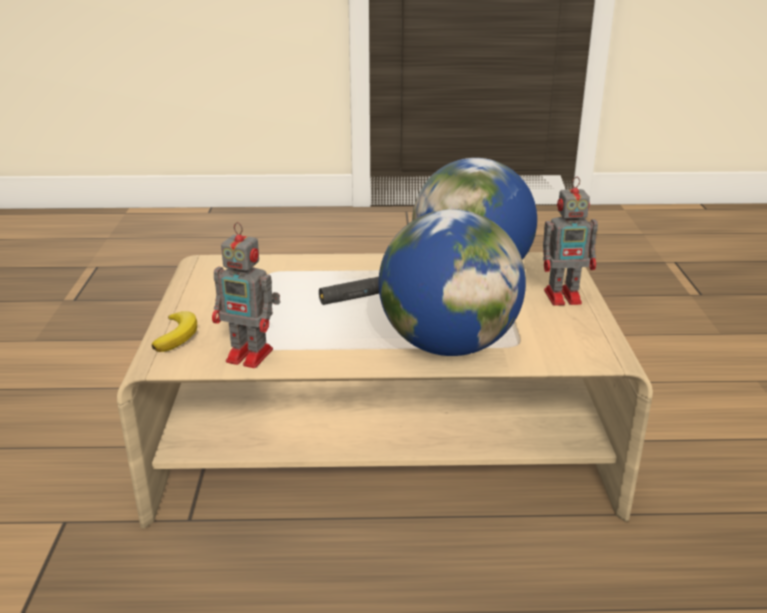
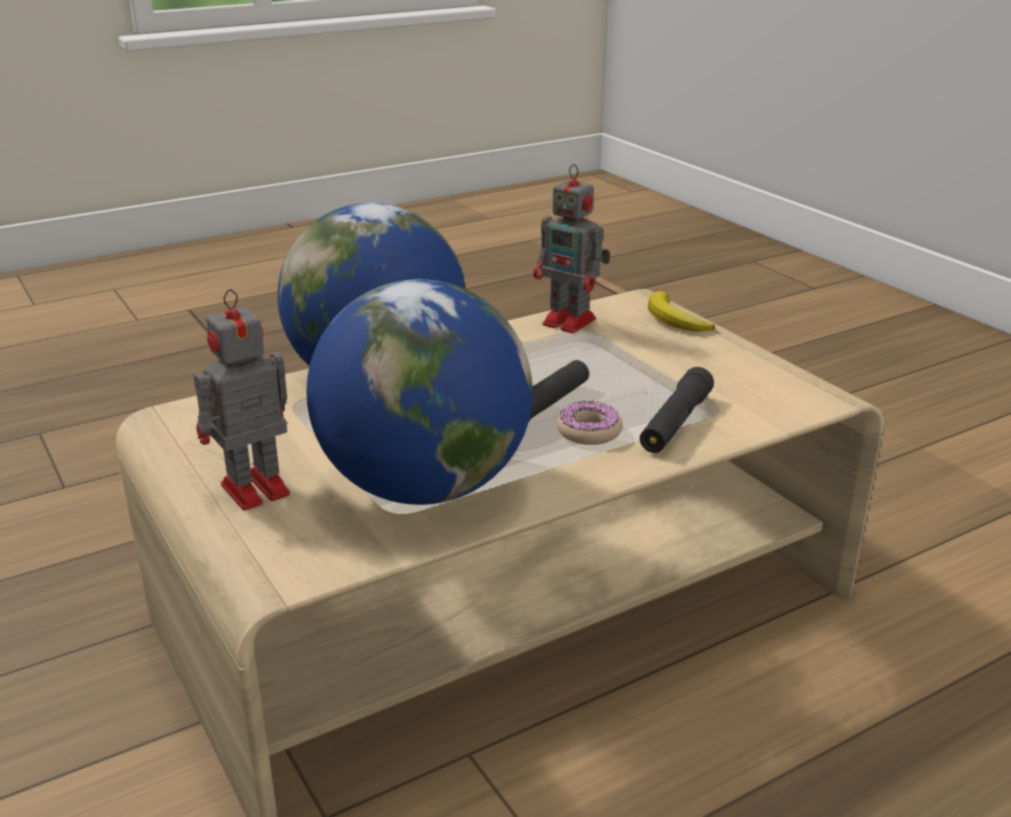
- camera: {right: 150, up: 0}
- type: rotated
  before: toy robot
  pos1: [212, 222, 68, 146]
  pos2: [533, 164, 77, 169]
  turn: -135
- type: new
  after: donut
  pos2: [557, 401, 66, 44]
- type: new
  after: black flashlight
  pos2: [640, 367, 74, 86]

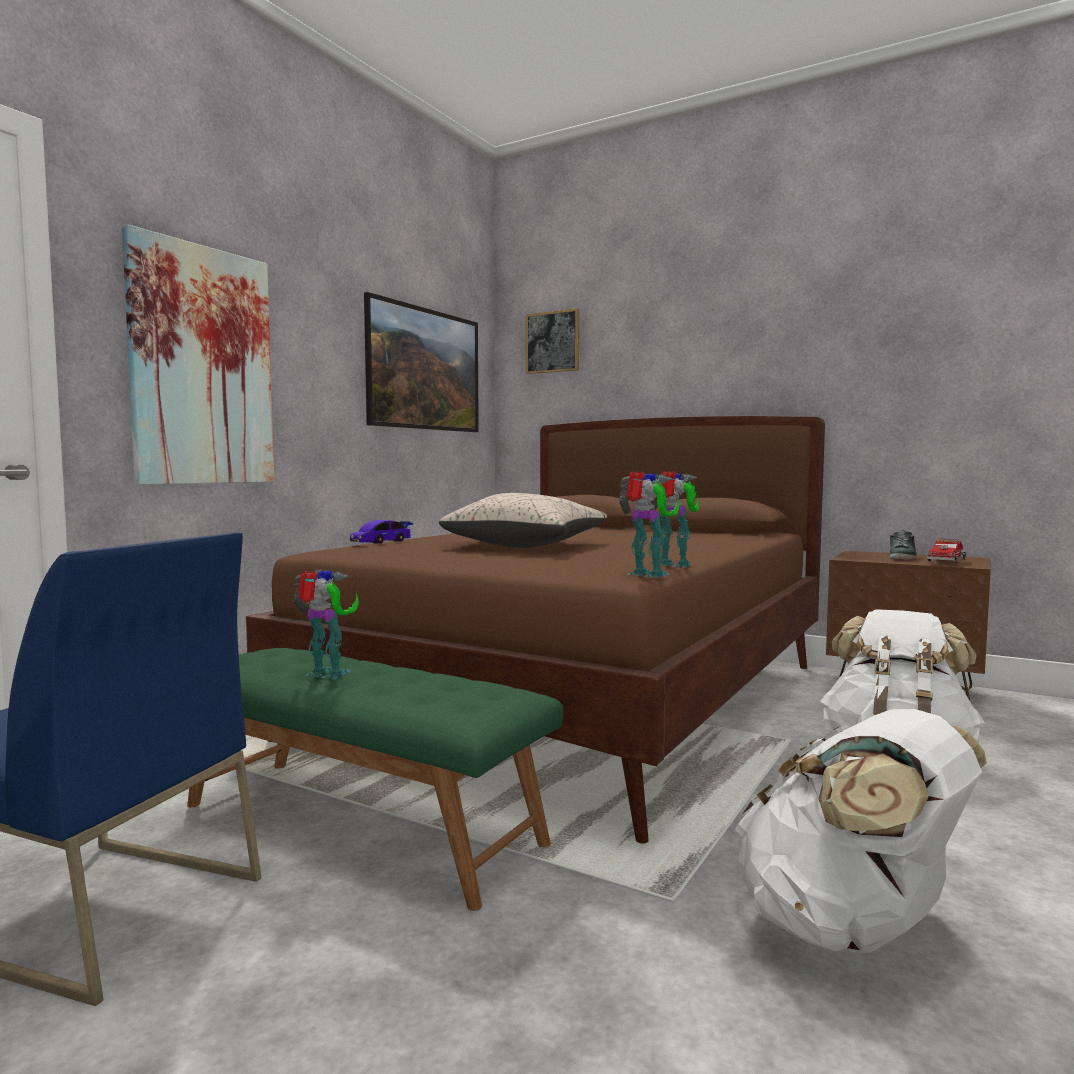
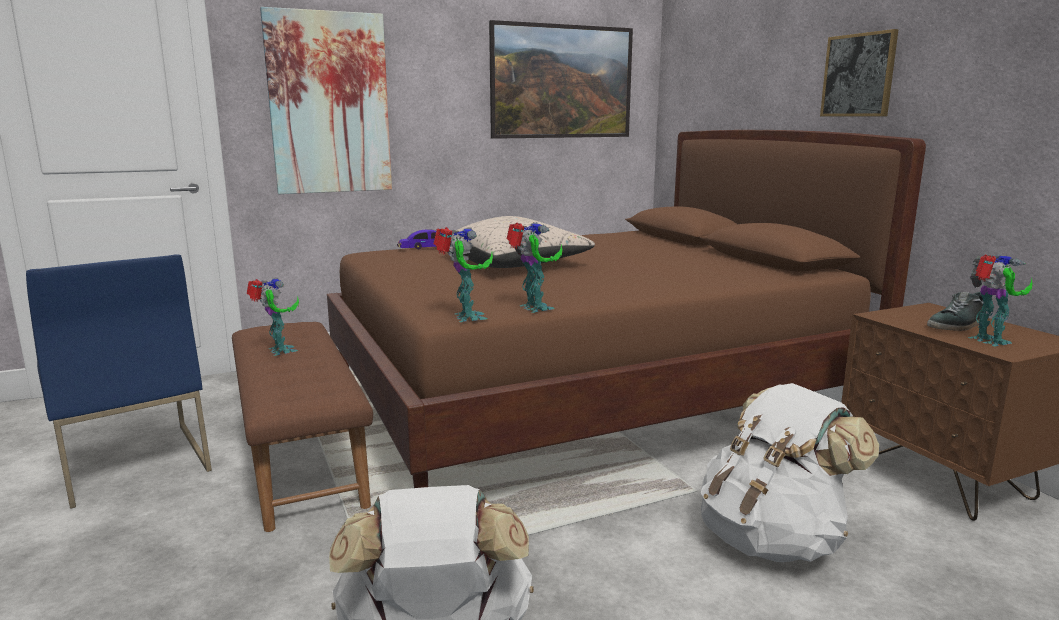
- camera: {right: 35, up: 10}
- type: repainted
  before: green bench
  after: brown bench
  pos1: [187, 648, 377, 263]
  pos2: [232, 322, 141, 210]
- type: shifted
  before: picture
  pos1: [526, 309, 53, 65]
  pos2: [820, 29, 79, 87]
- type: swapped
  before: toy truck
  after: toy robot
  pos1: [927, 538, 39, 25]
  pos2: [968, 254, 65, 93]

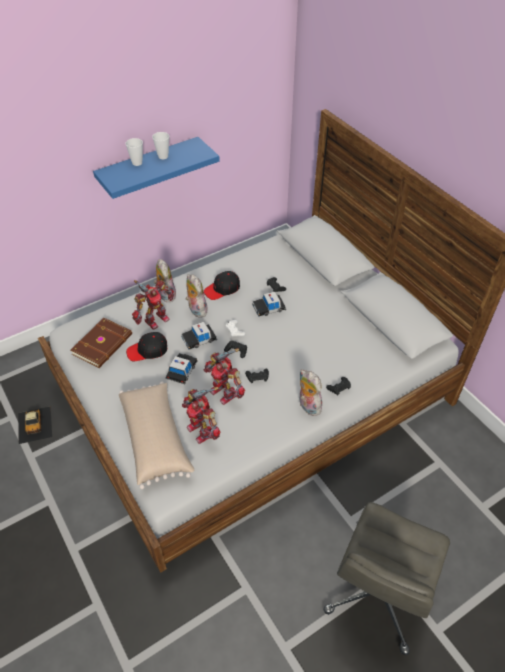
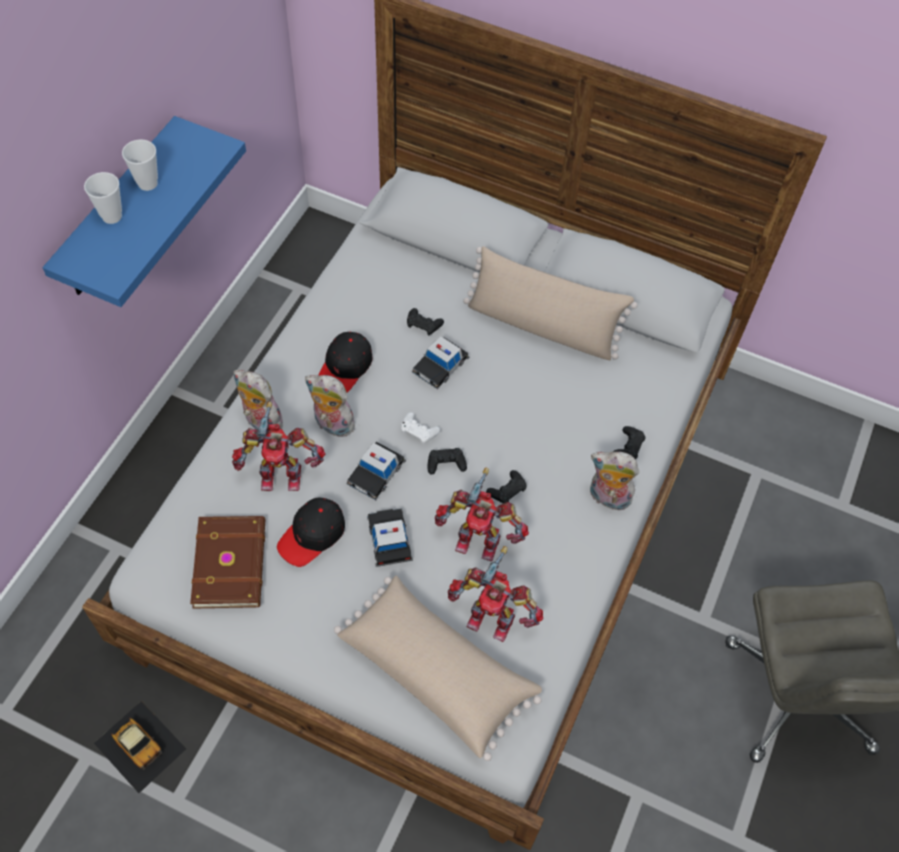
- camera: {right: -35, up: 10}
- type: rotated
  before: toy robot
  pos1: [132, 280, 42, 50]
  pos2: [232, 401, 93, 90]
  turn: 75
- type: new
  after: beige pillow
  pos2: [463, 246, 175, 114]

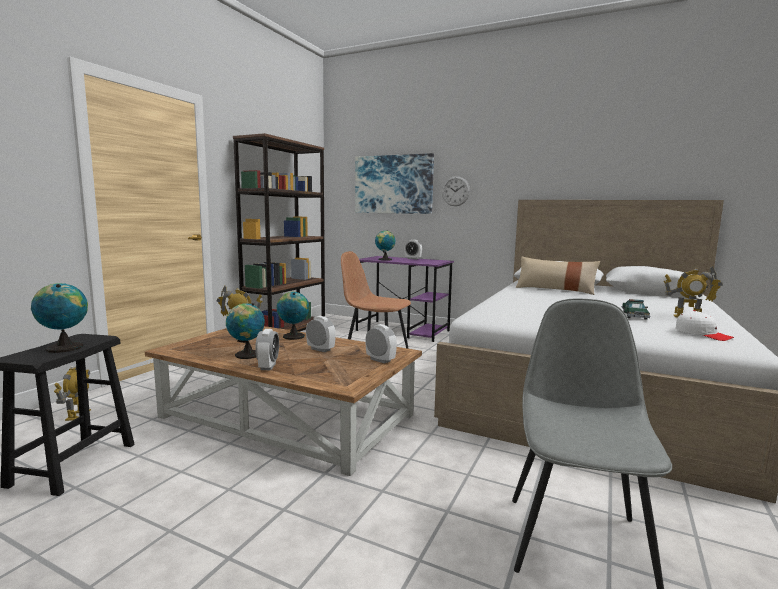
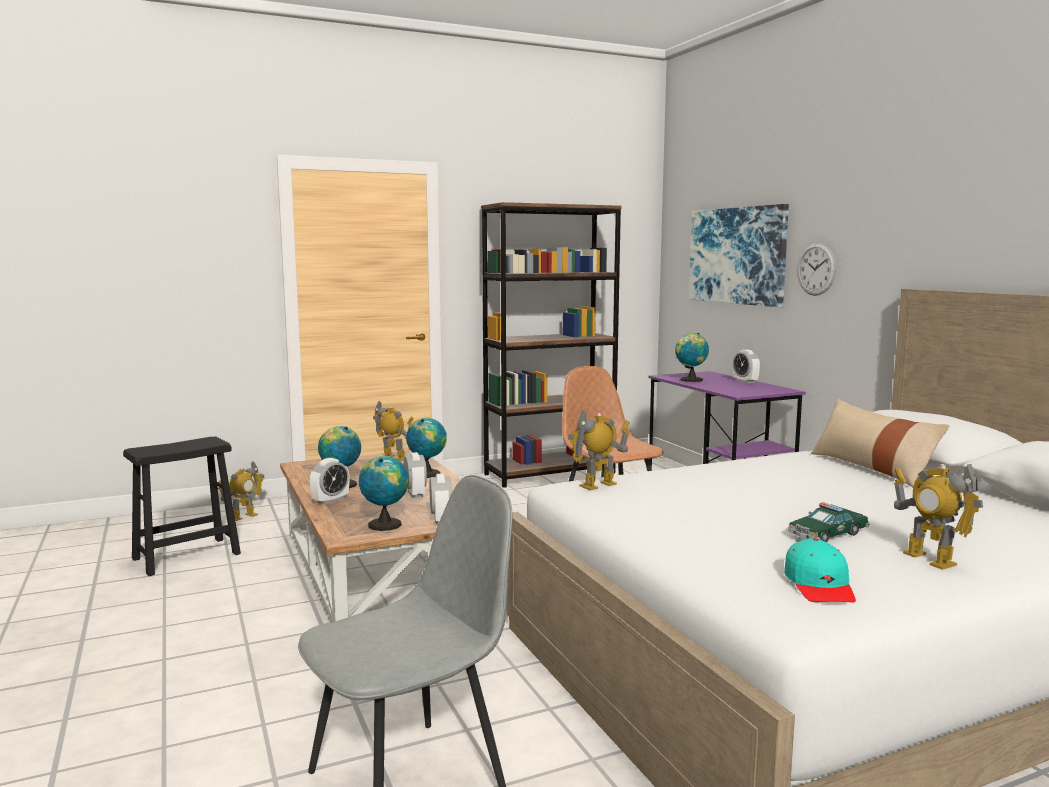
- camera: {right: 40, up: 0}
- type: shifted
  before: globe
  pos1: [31, 283, 57, 70]
  pos2: [359, 456, 50, 75]
- type: repainted
  before: white cap
  after: turquoise cap
  pos1: [675, 310, 59, 31]
  pos2: [784, 538, 72, 65]
- type: new
  after: toy robot
  pos2: [568, 410, 63, 80]

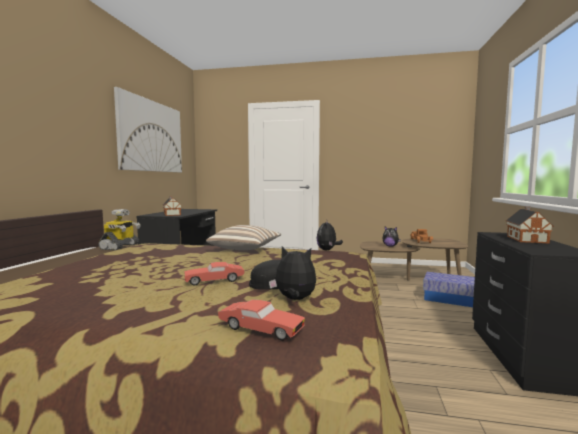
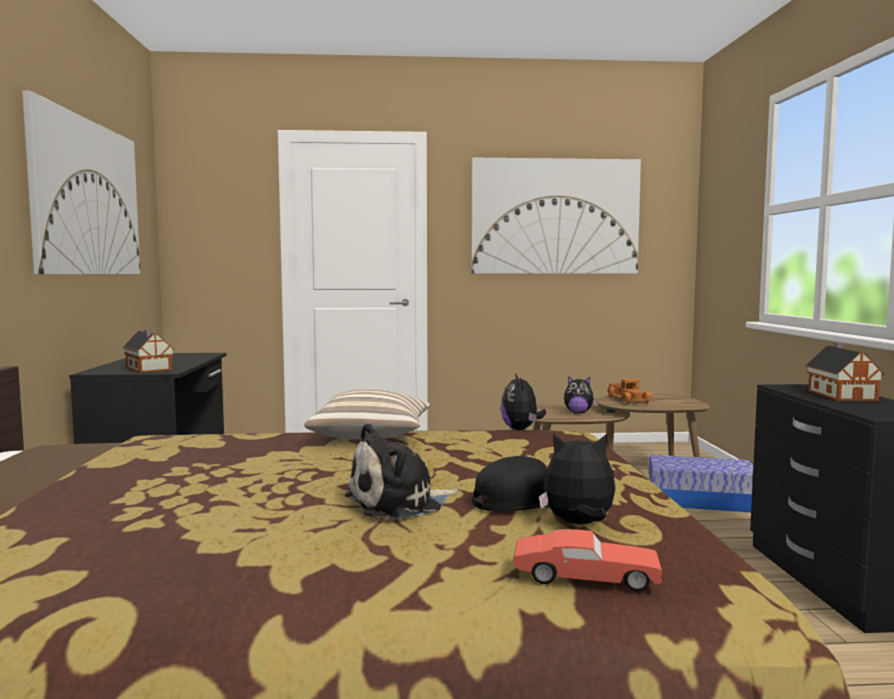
- camera: {right: -15, up: 0}
- type: gone
  before: toy robot
  pos1: [98, 209, 43, 41]
- type: swapped
  before: red toy car
  after: plush toy
  pos1: [184, 262, 61, 24]
  pos2: [345, 423, 113, 96]
- type: new
  after: picture
  pos2: [471, 158, 170, 116]

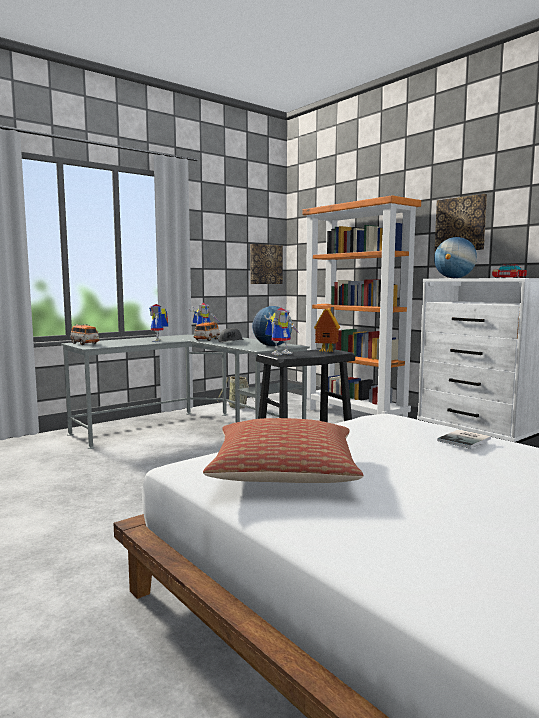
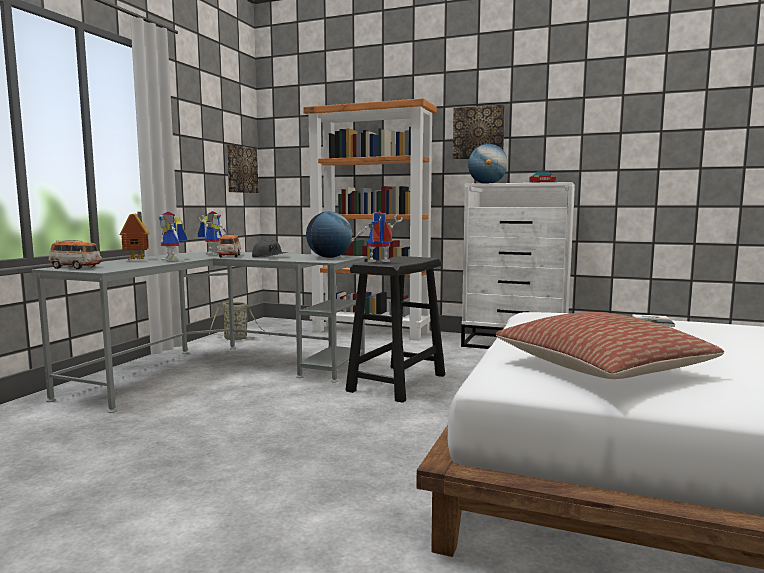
- camera: {right: -30, up: 0}
- type: rotated
  before: toy robot
  pos1: [264, 308, 36, 47]
  pos2: [352, 210, 51, 52]
  turn: -120
- type: shifted
  before: toy house
  pos1: [314, 307, 26, 45]
  pos2: [119, 212, 31, 48]

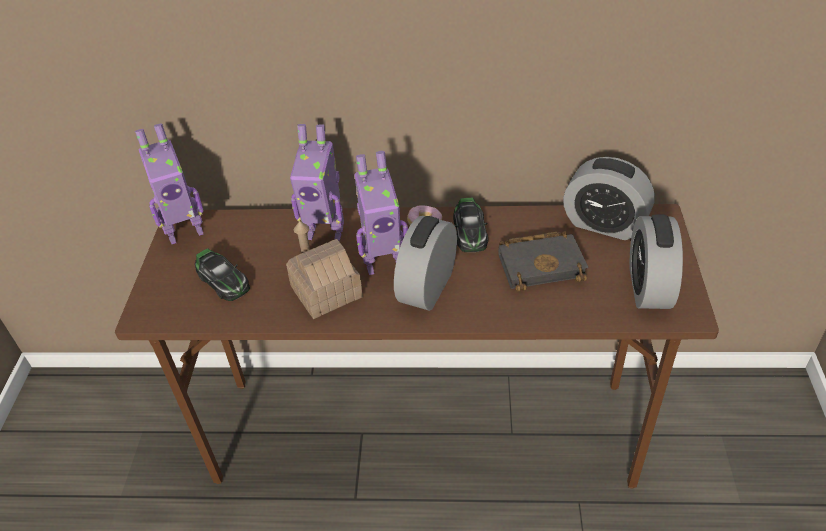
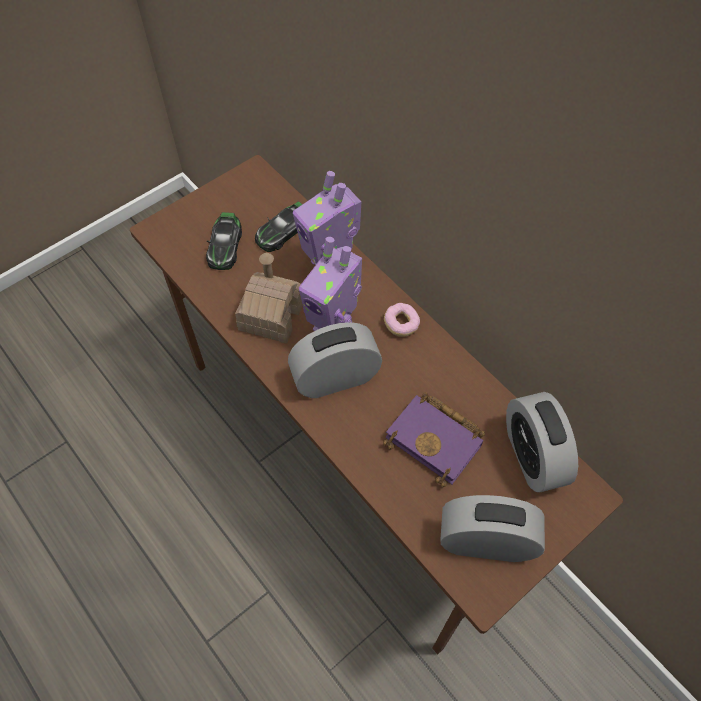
- camera: {right: 45, up: 15}
- type: gone
  before: toy robot
  pos1: [135, 124, 68, 120]
- type: shifted
  before: toy car
  pos1: [453, 197, 35, 55]
  pos2: [255, 201, 47, 51]
- type: repainted
  before: black book
  after: purple book
  pos1: [498, 231, 90, 60]
  pos2: [383, 392, 102, 95]
- type: rotated
  before: alarm clock
  pos1: [629, 214, 54, 95]
  pos2: [440, 495, 105, 67]
  turn: 45

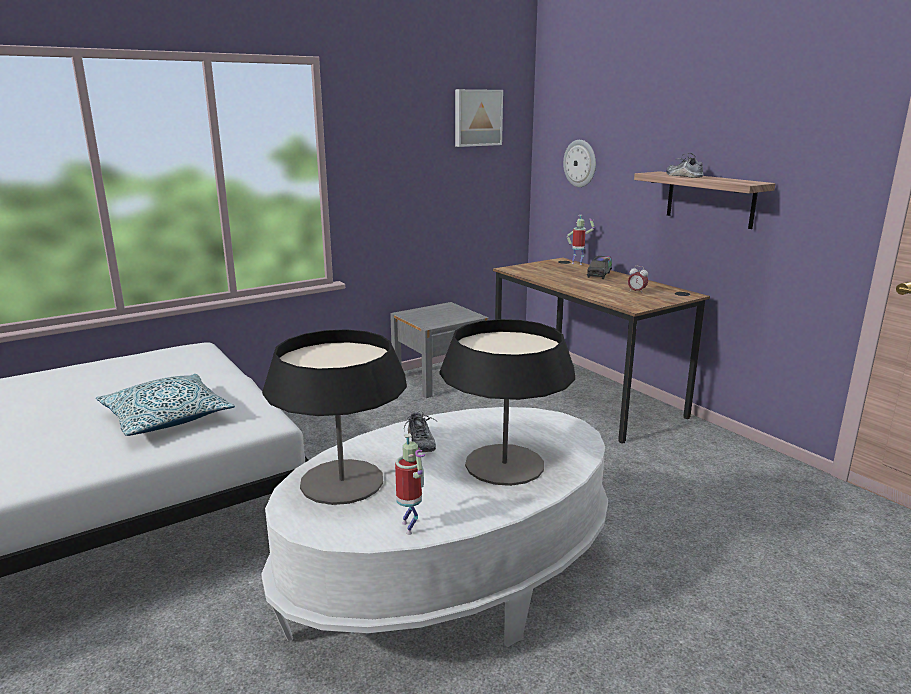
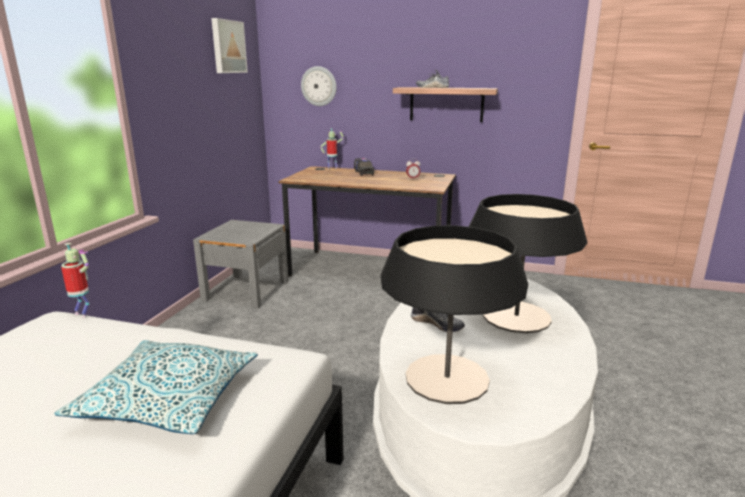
- camera: {right: -40, up: 0}
- type: shifted
  before: toy robot
  pos1: [395, 433, 31, 102]
  pos2: [61, 243, 28, 75]

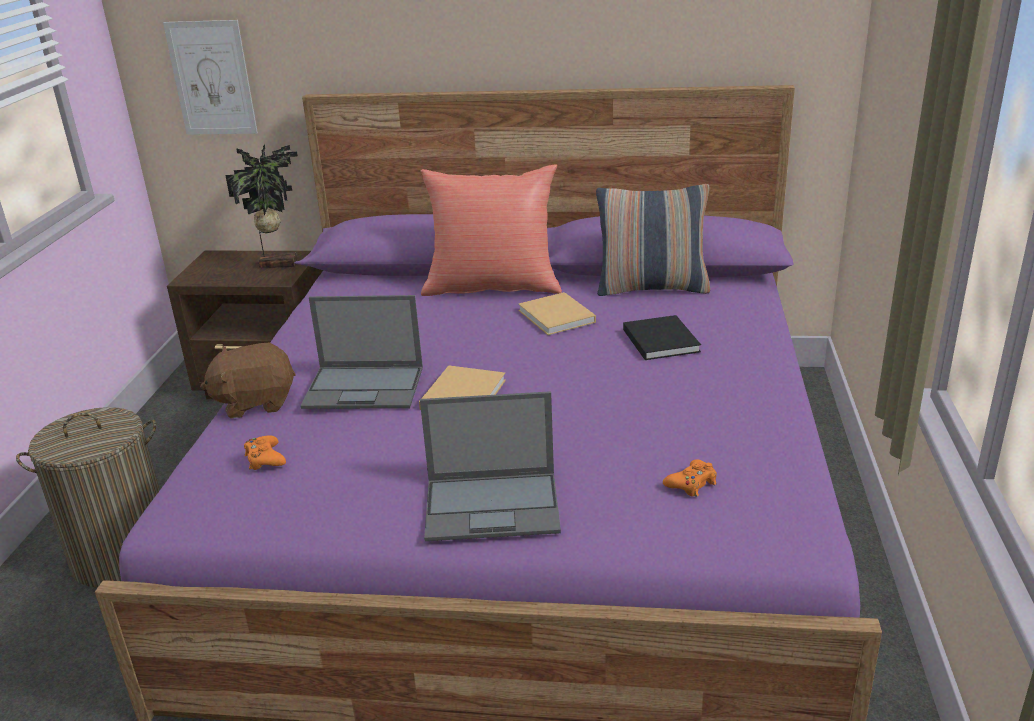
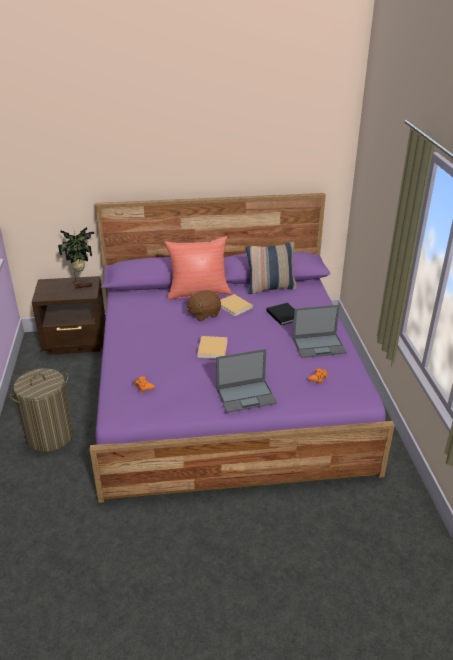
- camera: {right: -15, up: 5}
- type: gone
  before: picture
  pos1: [163, 20, 95, 115]
- type: shifted
  before: brown plush toy
  pos1: [200, 343, 96, 75]
  pos2: [186, 290, 35, 31]
- type: shifted
  before: laptop
  pos1: [300, 295, 123, 114]
  pos2: [292, 305, 55, 53]

